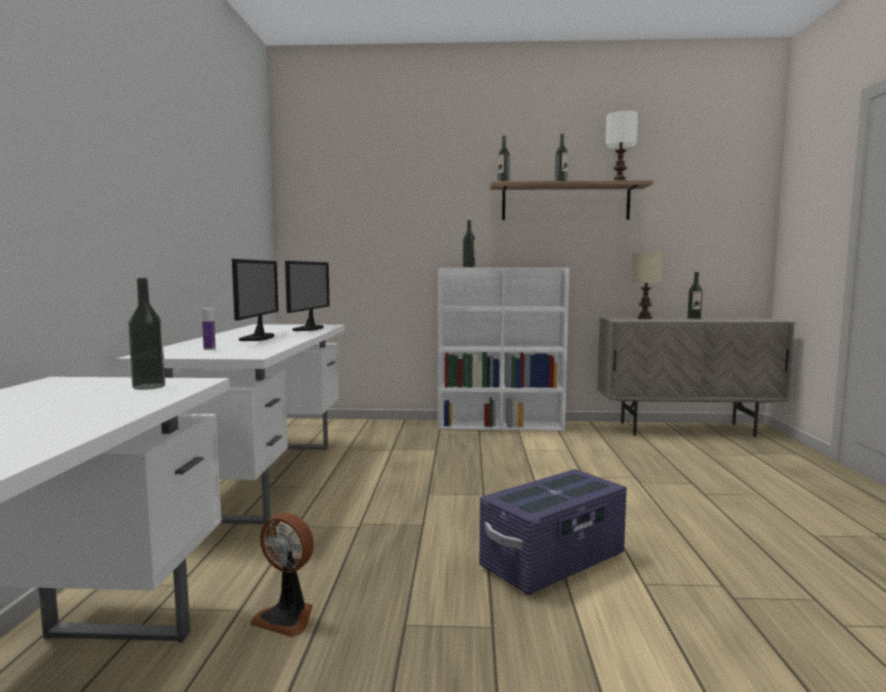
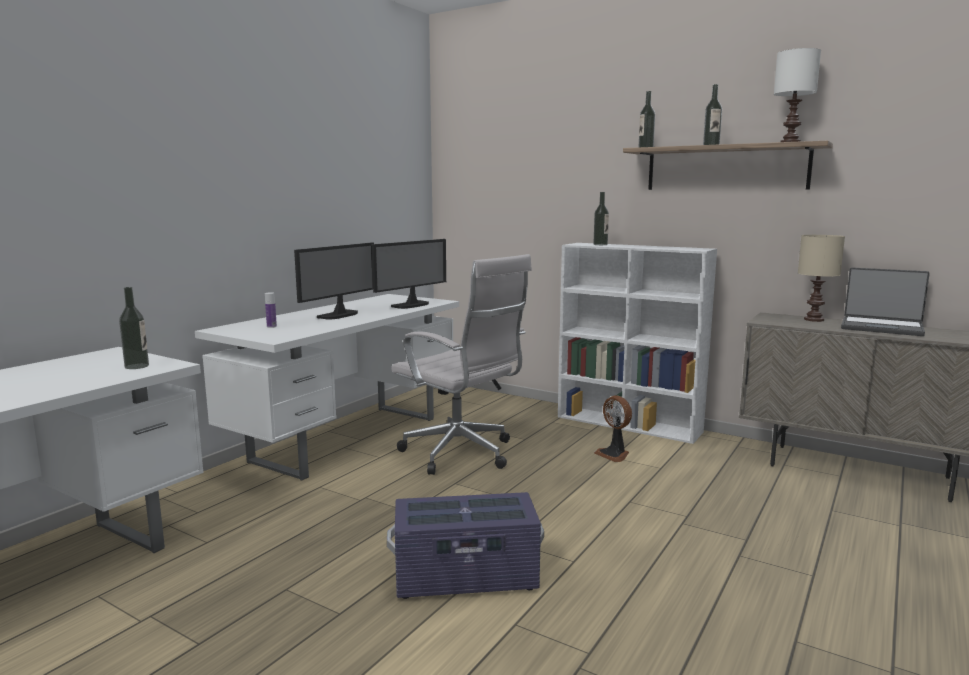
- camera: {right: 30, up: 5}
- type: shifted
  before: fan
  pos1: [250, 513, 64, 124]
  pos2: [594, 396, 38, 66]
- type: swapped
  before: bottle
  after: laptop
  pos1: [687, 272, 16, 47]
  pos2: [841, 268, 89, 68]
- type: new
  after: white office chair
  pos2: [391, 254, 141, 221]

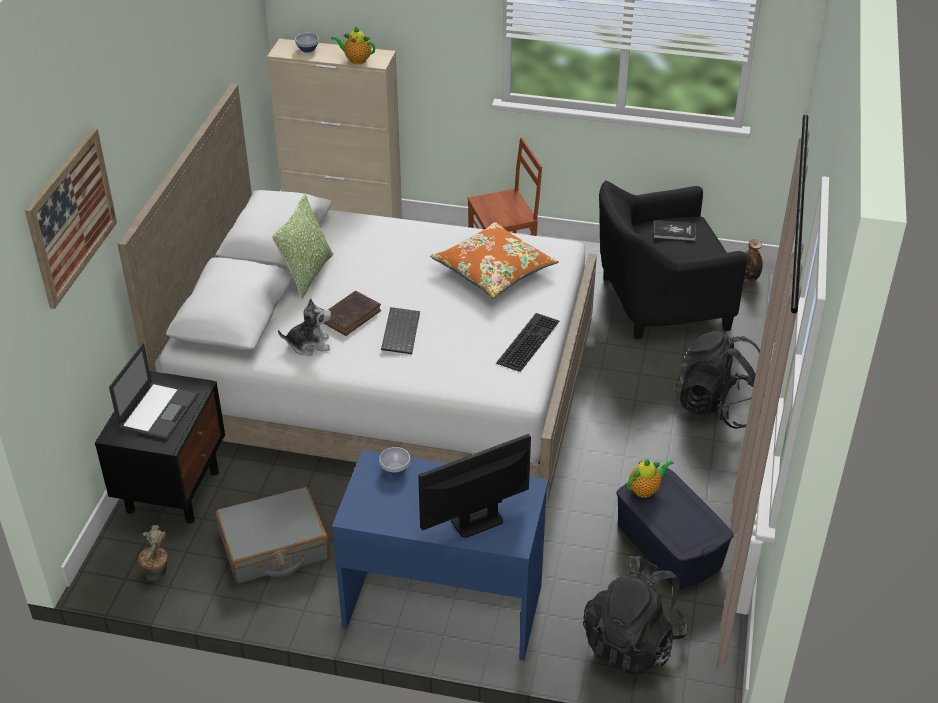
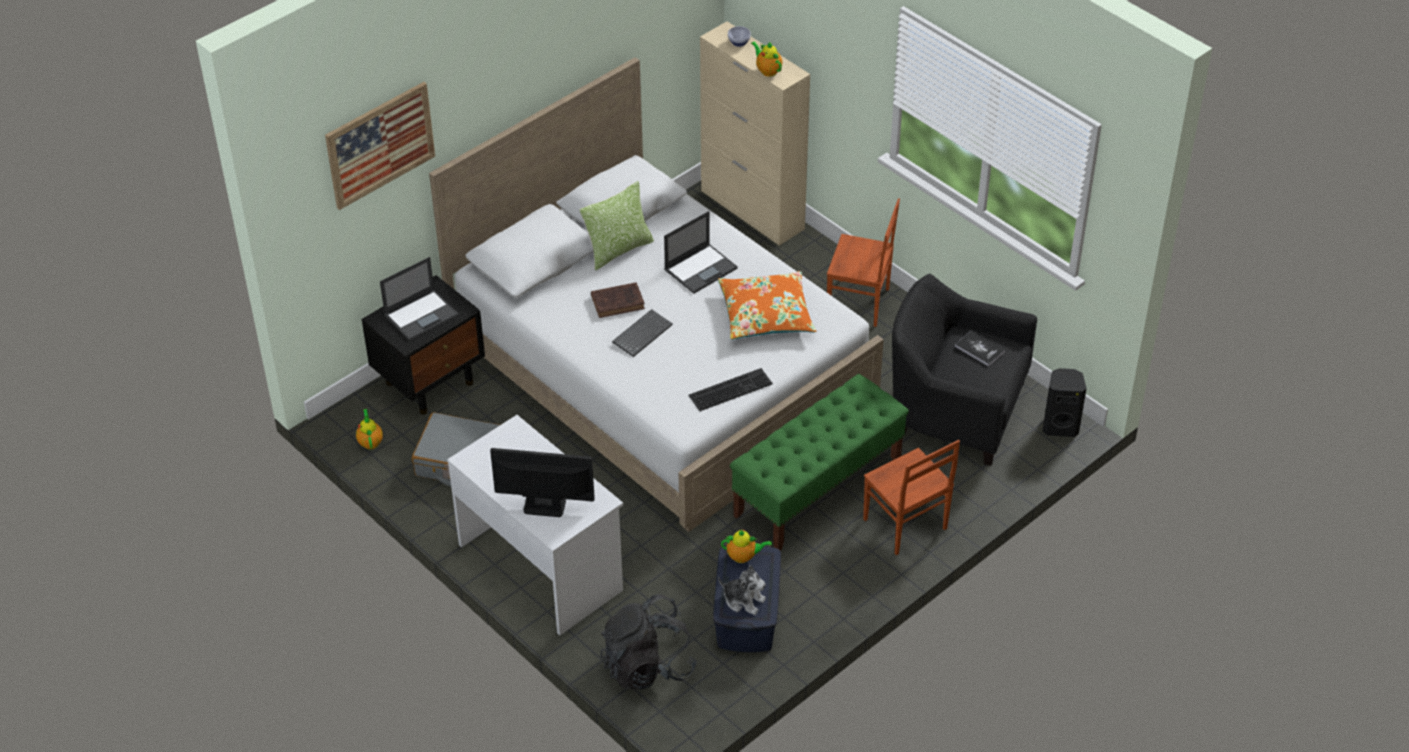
- camera: {right: 35, up: 5}
- type: swapped
  before: potted plant
  after: teapot
  pos1: [138, 525, 29, 56]
  pos2: [356, 409, 27, 40]
- type: shifted
  before: plush toy
  pos1: [278, 298, 53, 58]
  pos2: [718, 565, 48, 50]
- type: repainted
  before: blue desk
  after: white desk
  pos1: [332, 450, 216, 211]
  pos2: [447, 415, 176, 220]
- type: gone
  before: bowl
  pos1: [379, 447, 31, 29]
- type: swapped
  before: black backpack
  after: brown chair
  pos1: [675, 331, 90, 98]
  pos2: [863, 440, 97, 115]
- type: swapped
  before: bottle
  after: black speaker
  pos1: [744, 239, 19, 43]
  pos2: [1042, 368, 45, 69]
- type: new
  after: laptop
  pos2: [664, 211, 74, 83]
- type: new
  after: green bench
  pos2: [730, 374, 179, 177]

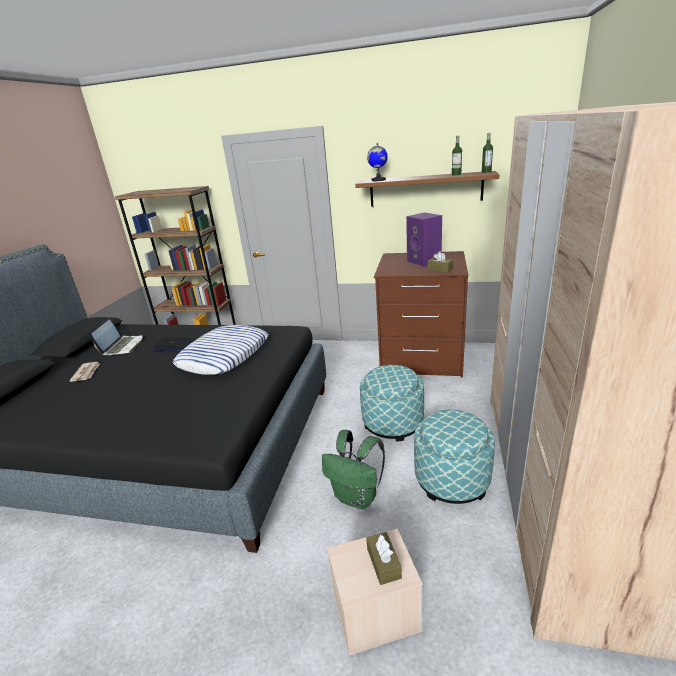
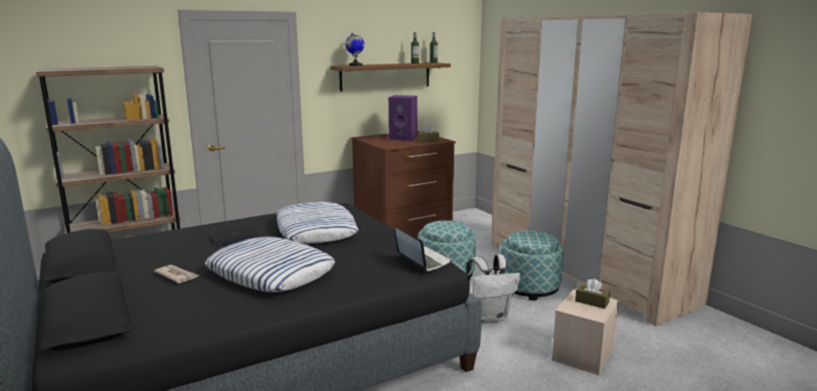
- camera: {right: -45, up: -10}
- type: shifted
  before: laptop
  pos1: [89, 320, 54, 36]
  pos2: [395, 228, 56, 44]
- type: repainted
  before: green backpack
  after: white backpack
  pos1: [322, 430, 63, 79]
  pos2: [466, 254, 54, 70]
- type: new
  after: pillow
  pos2: [205, 237, 130, 55]

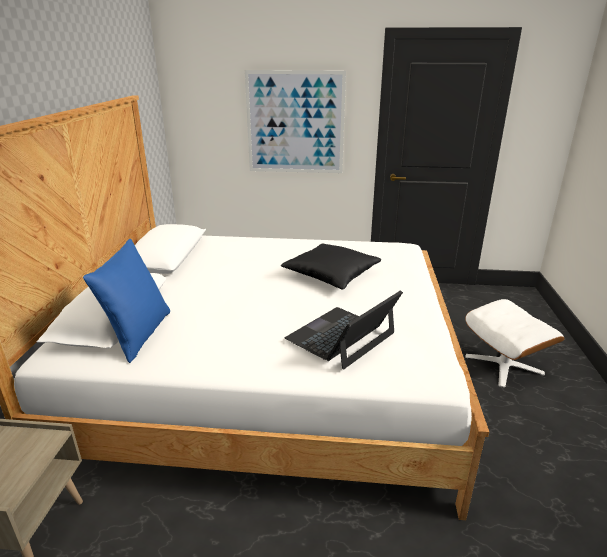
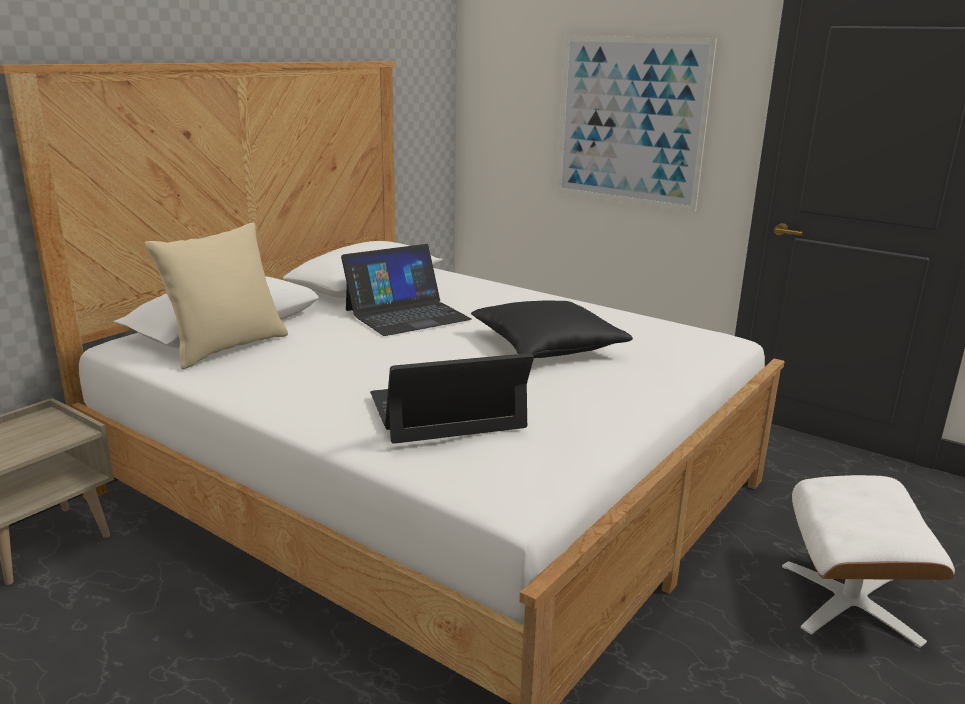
- camera: {right: 30, up: -5}
- type: repainted
  before: blue pillow
  after: beige pillow
  pos1: [83, 239, 87, 124]
  pos2: [145, 223, 143, 147]
- type: new
  after: laptop
  pos2: [341, 244, 131, 92]

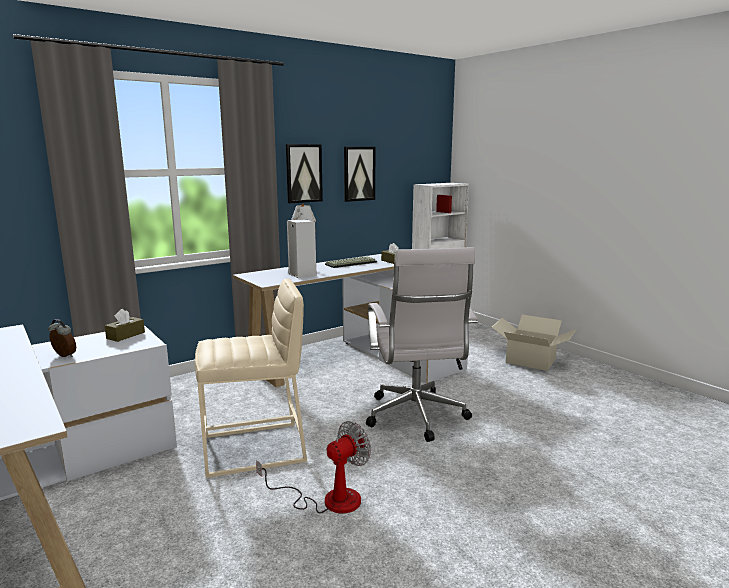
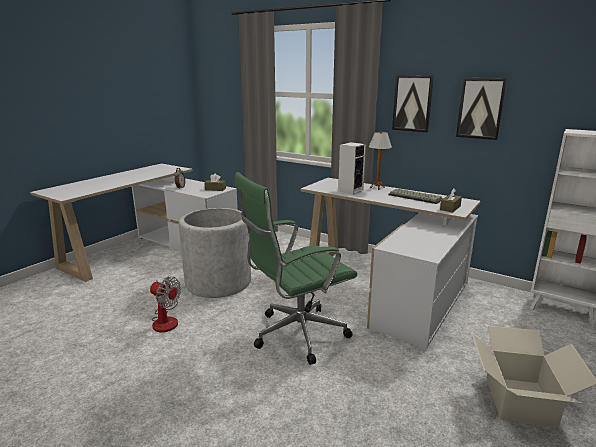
- camera: {right: 70, up: 5}
- type: swapped
  before: beige stool
  after: grey planter
  pos1: [195, 279, 112, 199]
  pos2: [179, 208, 72, 90]
- type: repainted
  before: white office chair
  after: green office chair
  pos1: [366, 247, 112, 195]
  pos2: [235, 172, 122, 193]

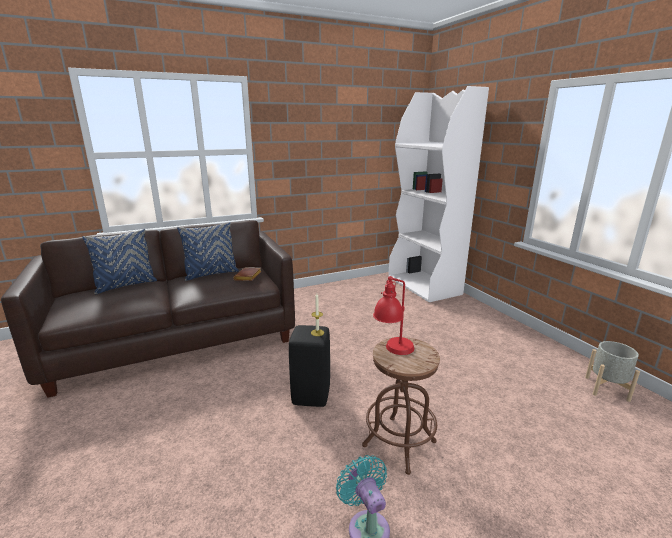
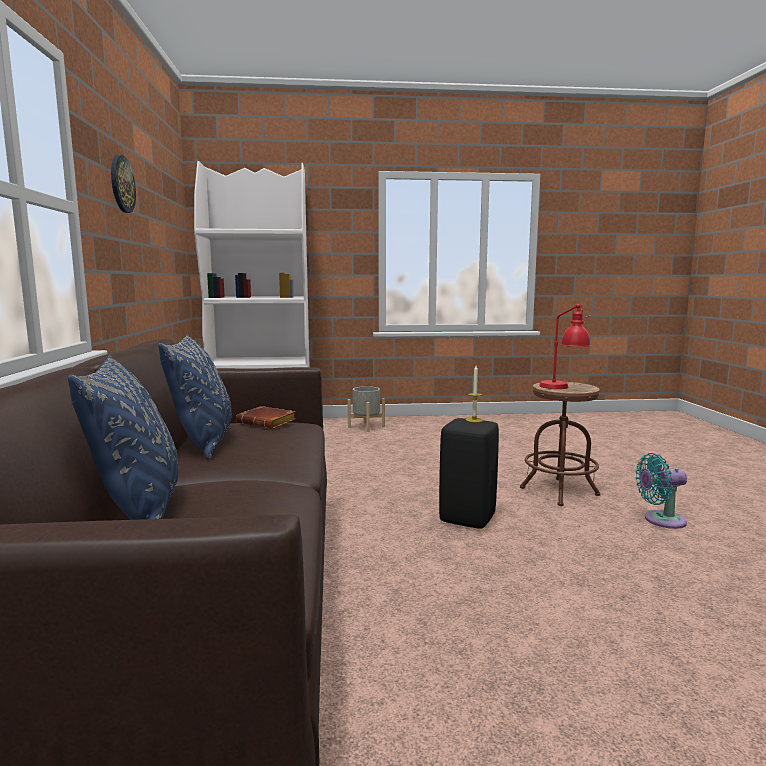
- camera: {right: -70, up: -10}
- type: shifted
  before: grey planter
  pos1: [585, 341, 55, 61]
  pos2: [348, 386, 37, 46]
- type: new
  after: wall clock
  pos2: [111, 155, 25, 58]

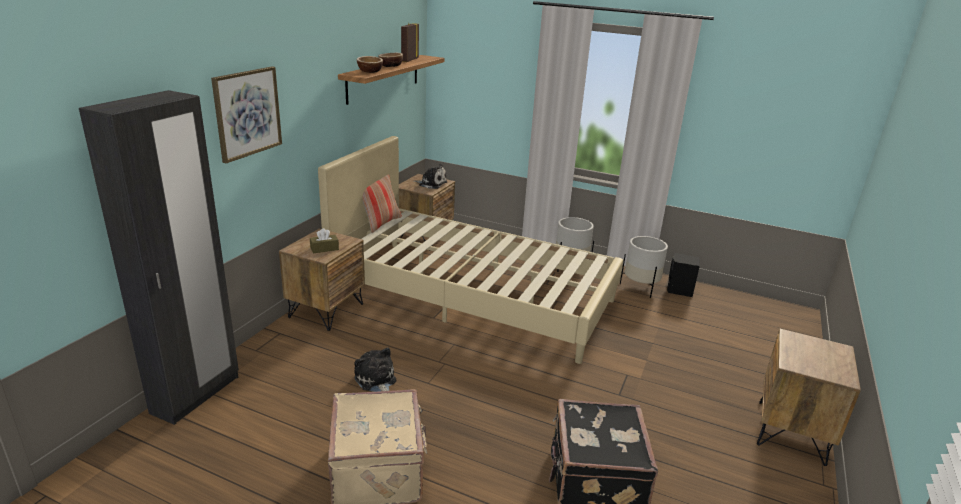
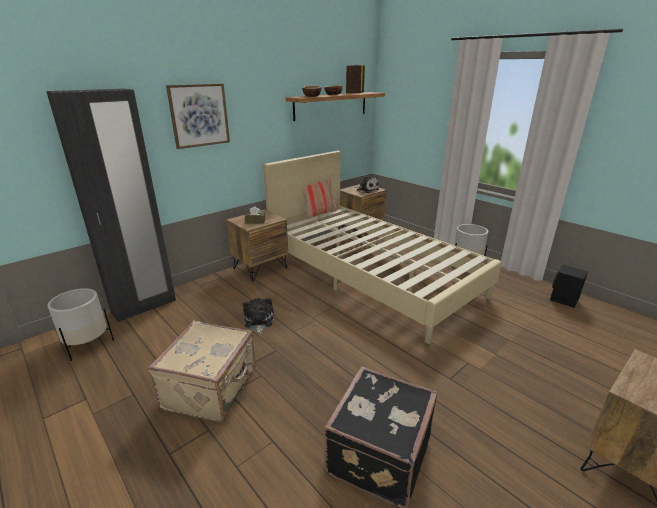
- camera: {right: 25, up: 0}
- type: shifted
  before: white planter
  pos1: [620, 236, 48, 62]
  pos2: [48, 288, 66, 73]

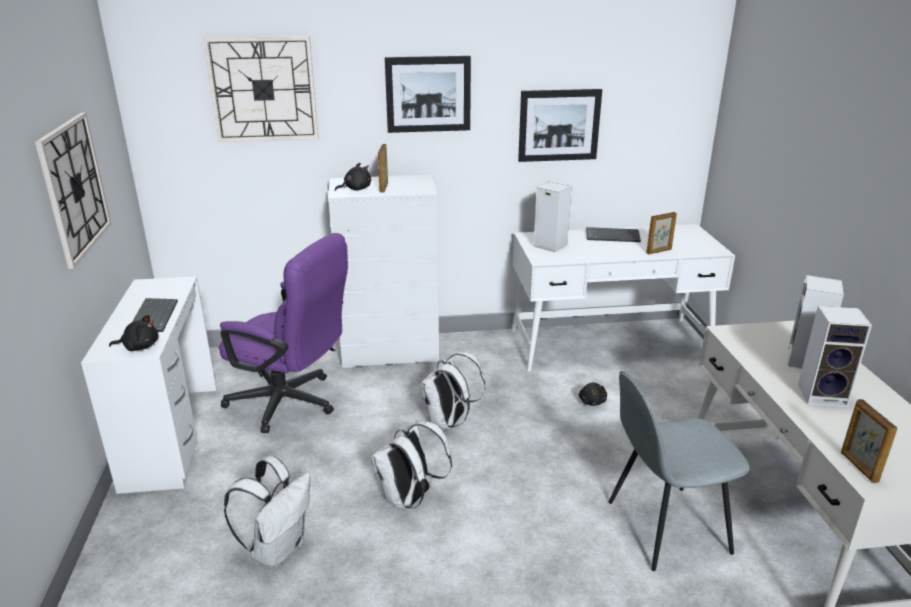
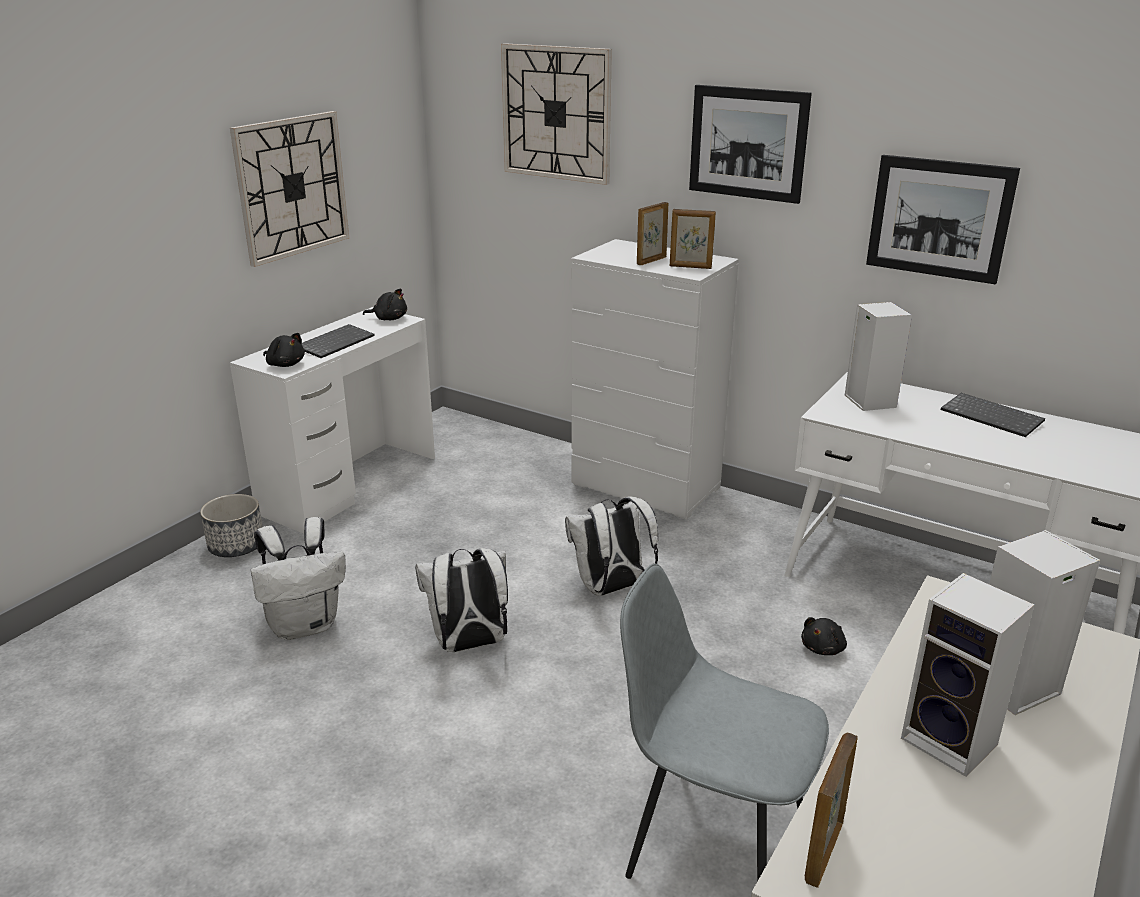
- camera: {right: 40, up: 0}
- type: gone
  before: purple office chair
  pos1: [218, 233, 130, 200]
- type: shifted
  before: black plush toy
  pos1: [335, 163, 36, 28]
  pos2: [363, 289, 44, 31]
- type: shifted
  before: picture frame
  pos1: [646, 212, 31, 42]
  pos2: [670, 209, 46, 60]
- type: new
  after: planter
  pos2: [200, 494, 62, 63]

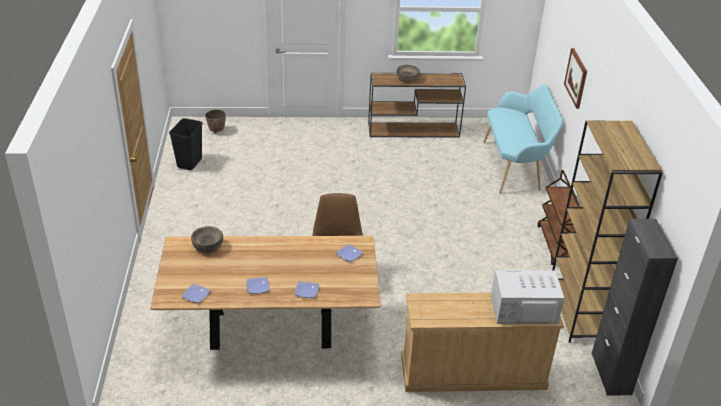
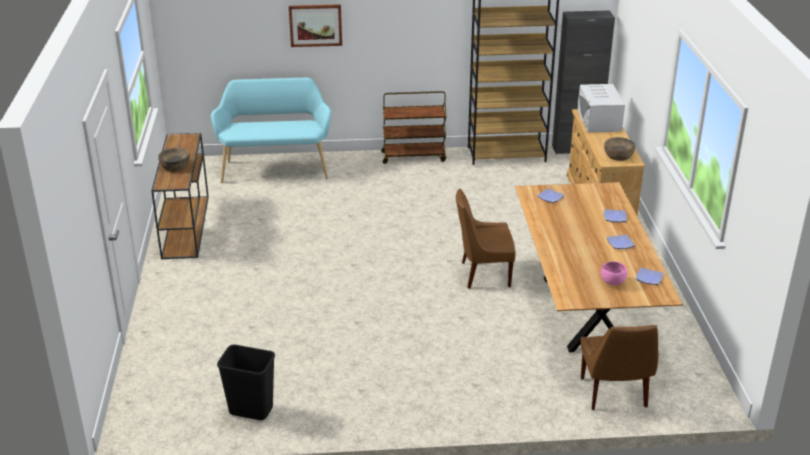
- camera: {right: -90, up: -5}
- type: shifted
  before: brown bowl
  pos1: [191, 226, 32, 27]
  pos2: [604, 137, 31, 24]
- type: gone
  before: planter
  pos1: [205, 109, 21, 25]
- type: new
  after: brown chair
  pos2: [581, 325, 77, 85]
- type: new
  after: pink bowl
  pos2: [601, 261, 26, 24]

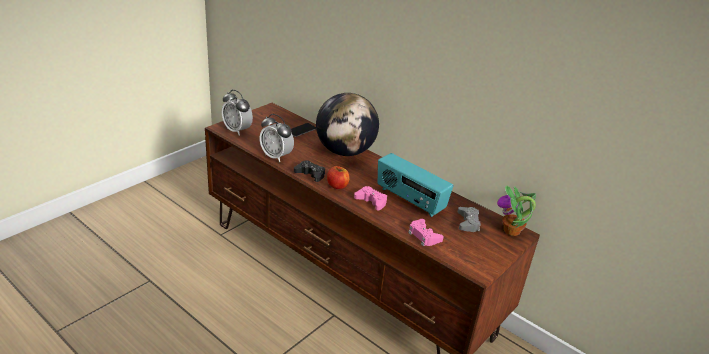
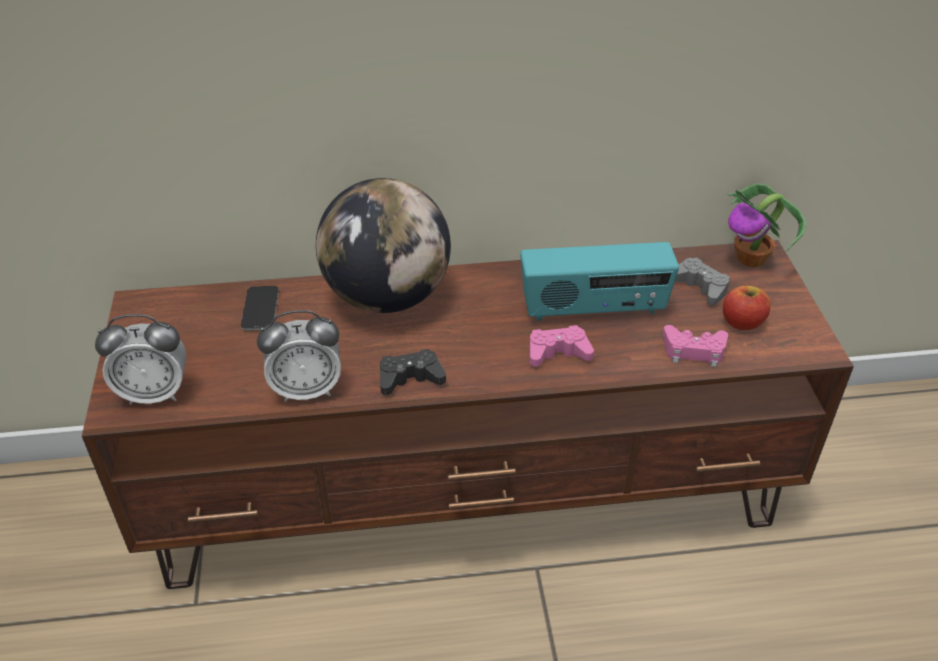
- camera: {right: -45, up: 10}
- type: shifted
  before: apple
  pos1: [327, 166, 23, 23]
  pos2: [723, 286, 47, 44]

